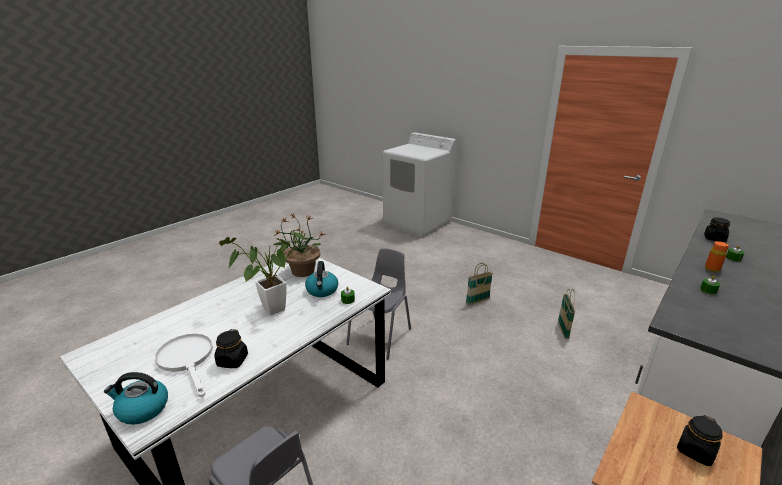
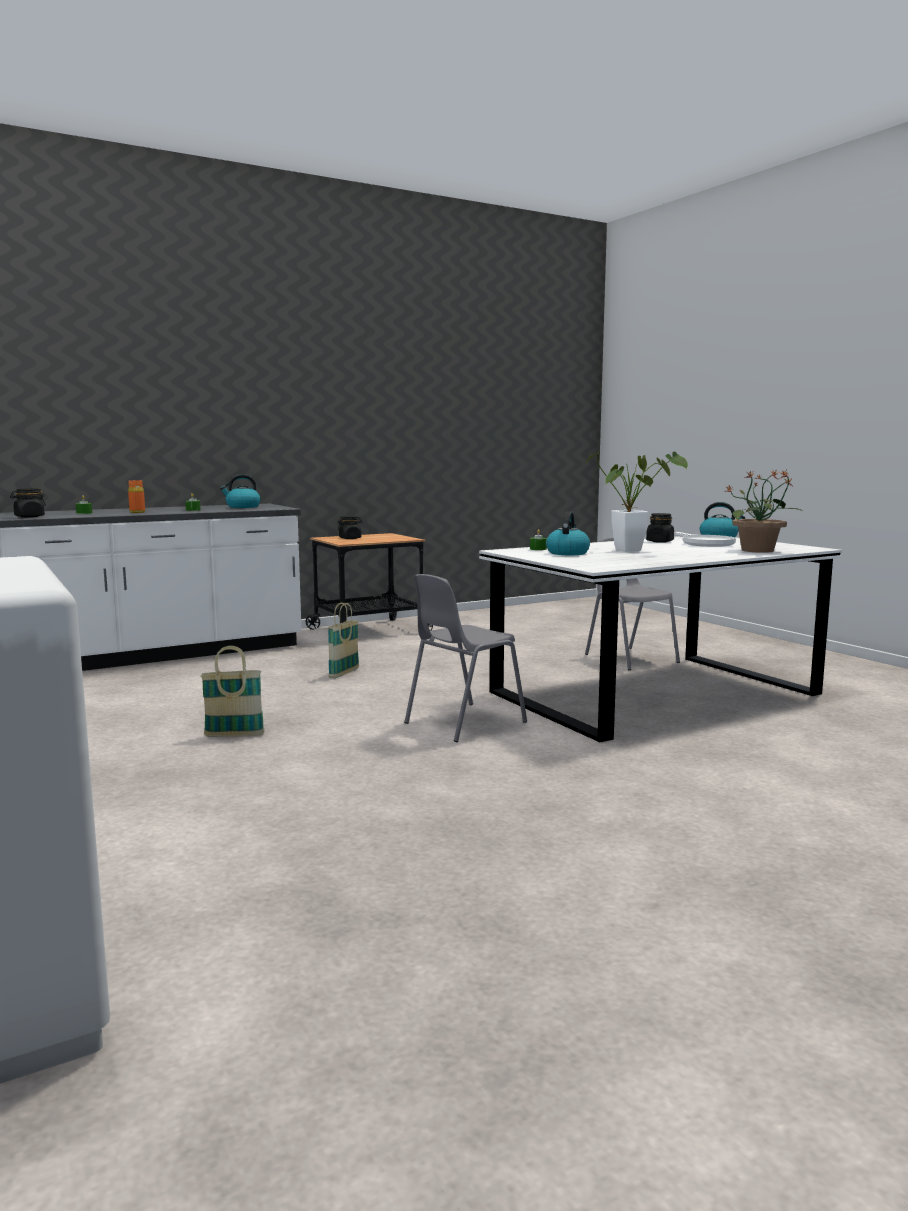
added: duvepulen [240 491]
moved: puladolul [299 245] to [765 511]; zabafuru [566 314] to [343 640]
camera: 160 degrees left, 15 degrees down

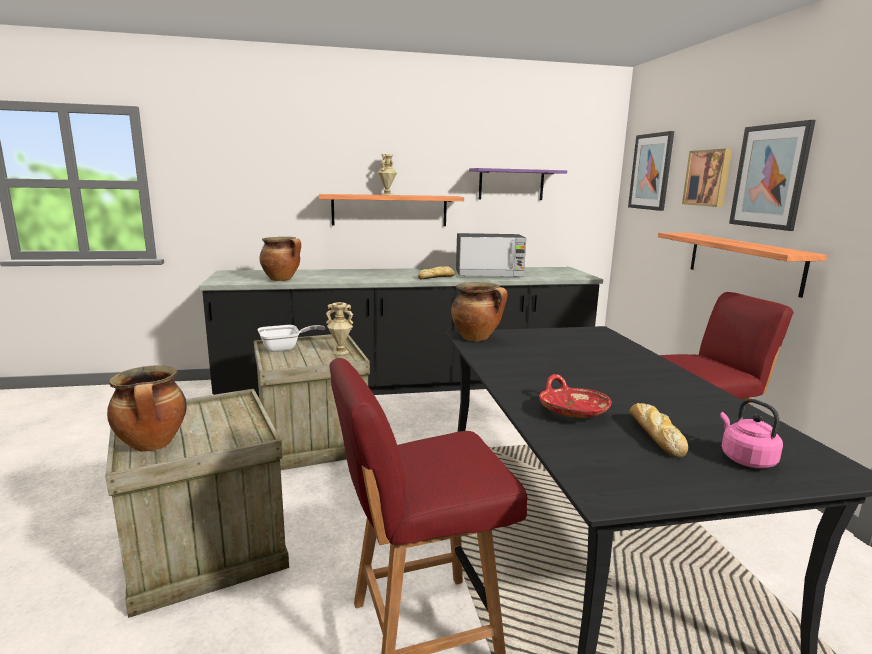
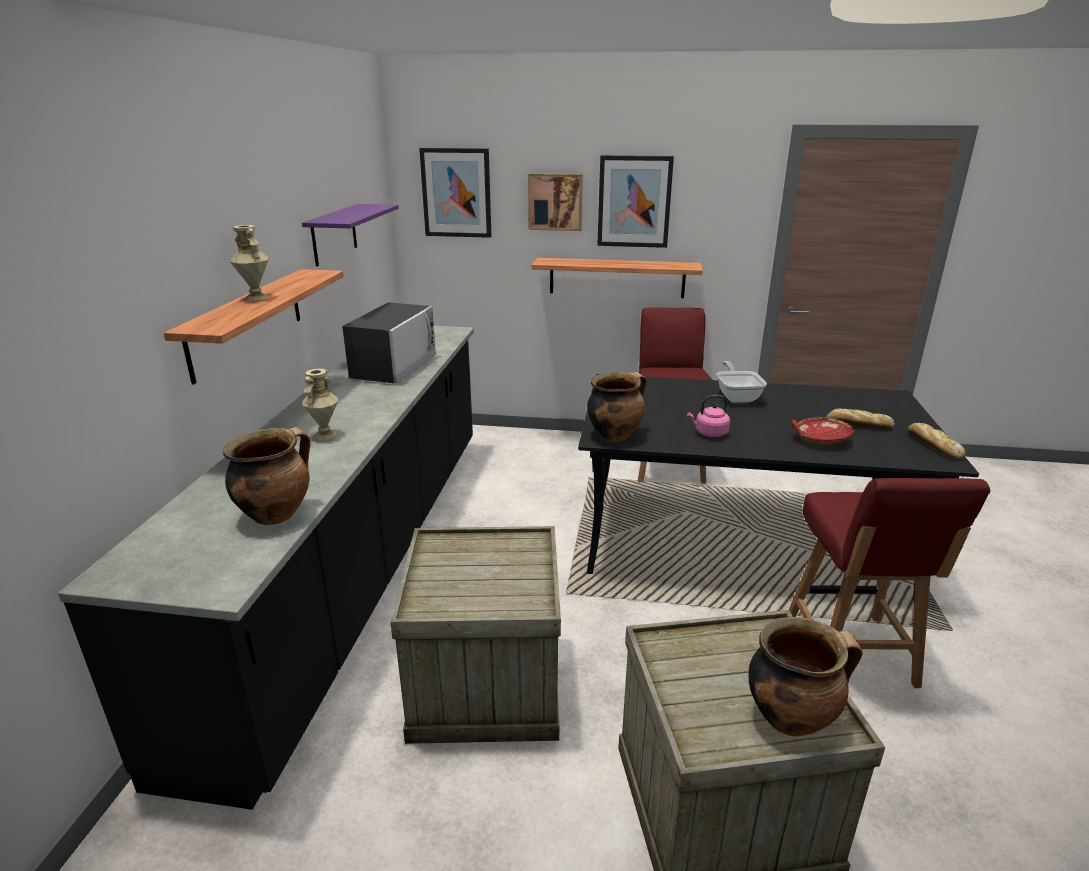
moved: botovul [436 272] to [936 441]; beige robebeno [339 328] to [320 404]; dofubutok [291 338] to [741 382]; pink duvepulen [751 433] to [708 416]
camera: 70 degrees left, 10 degrees up

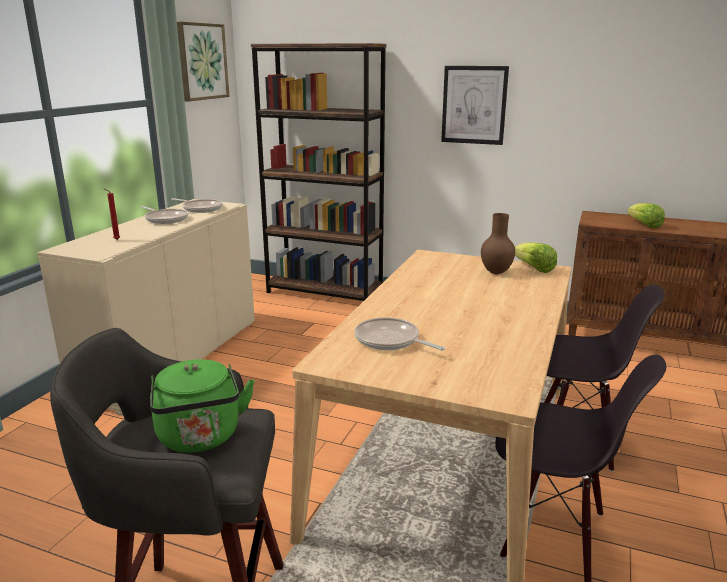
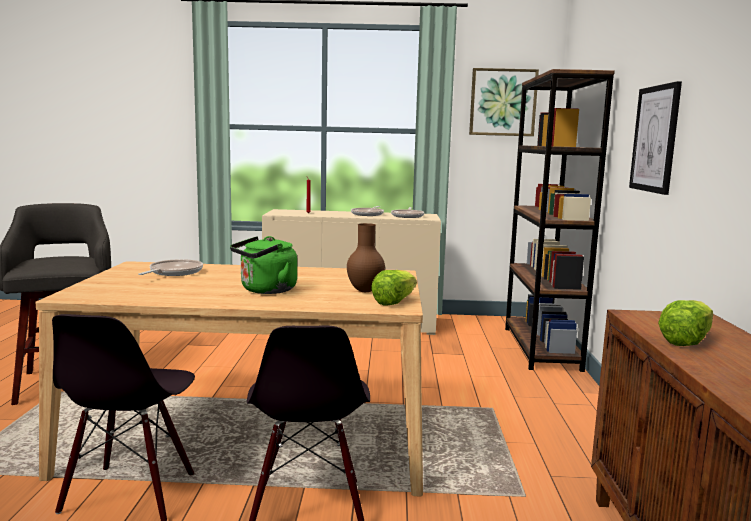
moved: green duvepulen [202 406] to [263 265]
camera: 70 degrees right, 10 degrees down

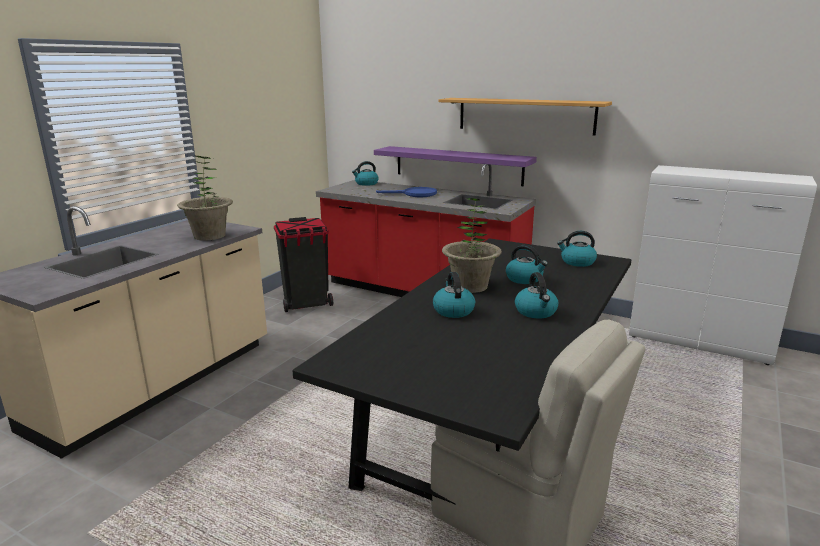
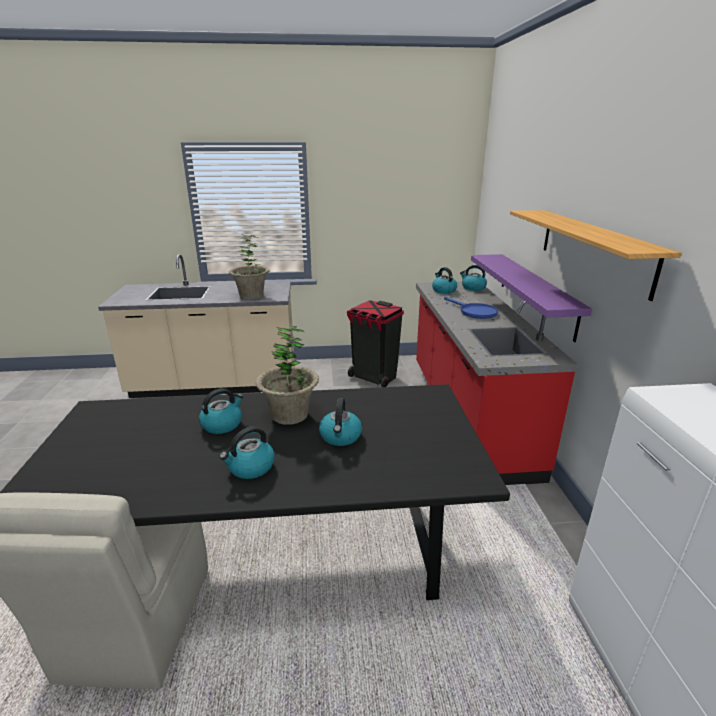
moved: duvepulen [577 249] to [444 280]
camera: 55 degrees right, 5 degrees up

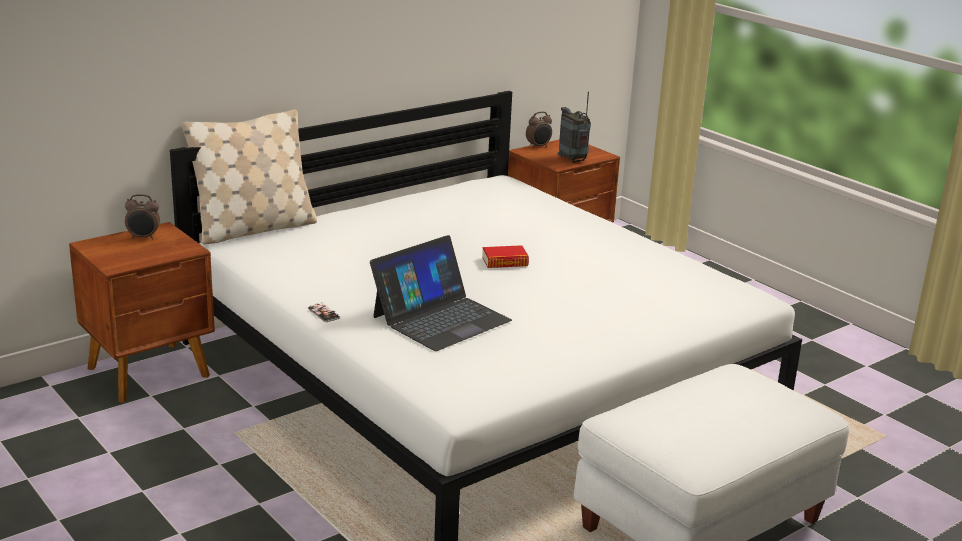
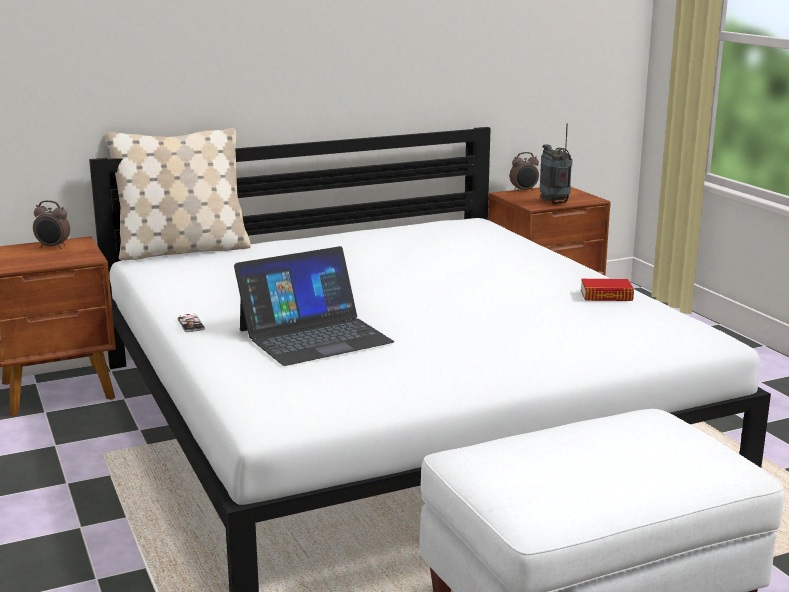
moved: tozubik [505 256] to [607 290]
camera: 15 degrees right, 5 degrees down

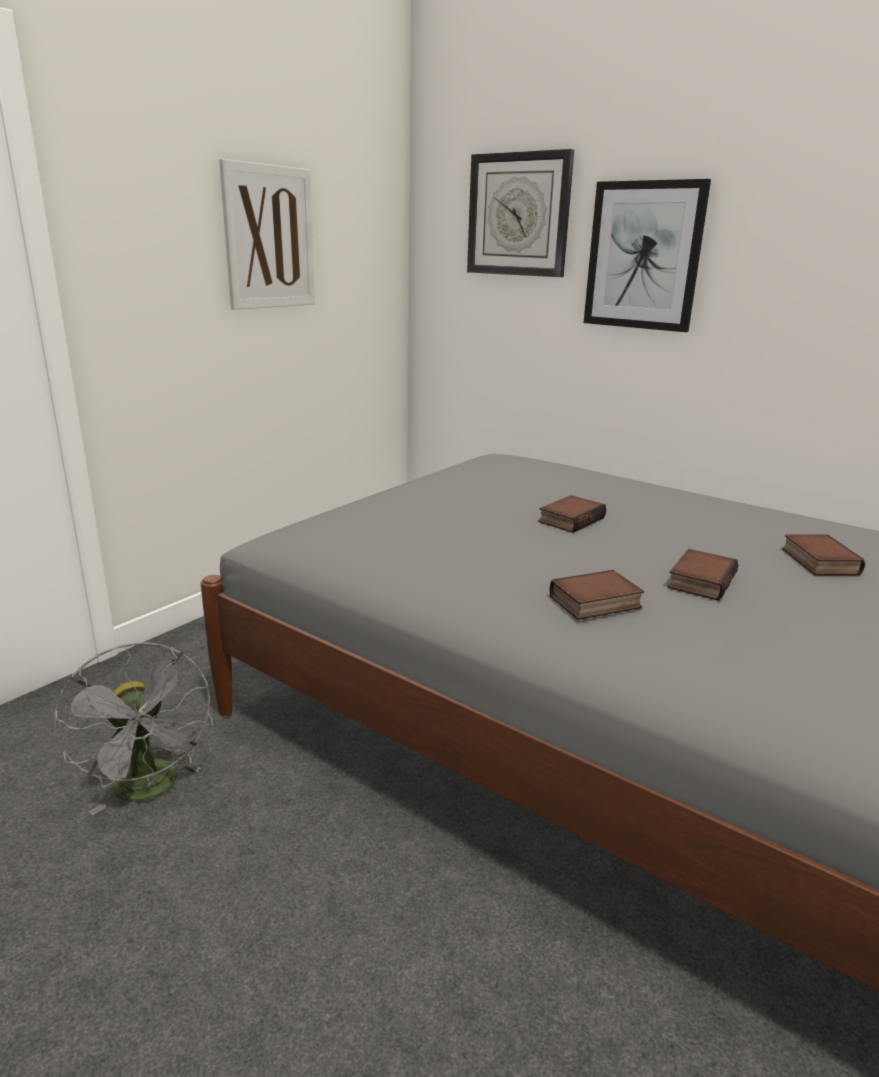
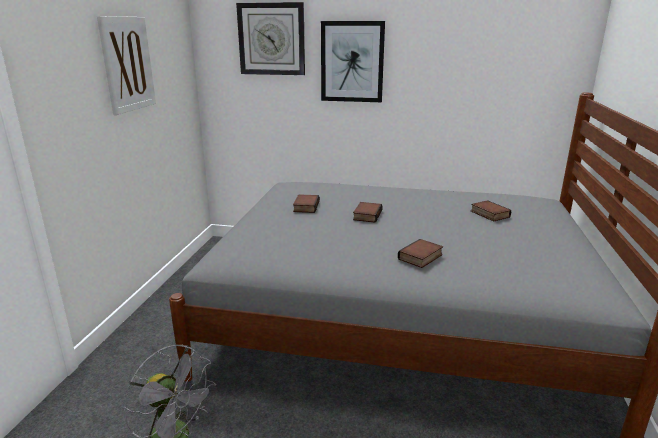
moved: tozubik [702 575] to [306 203]
camera: 25 degrees left, 0 degrees up

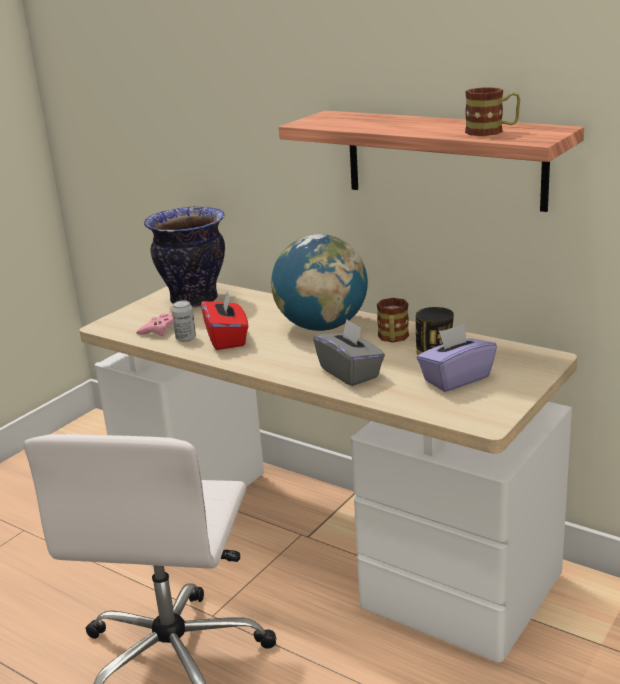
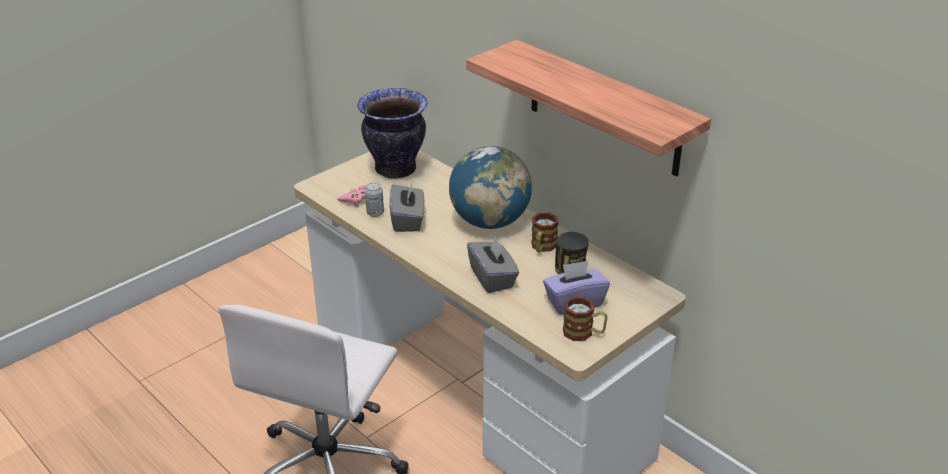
moved: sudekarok [492 111] to [585 319]
recoloured: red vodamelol [225 320] to grey vodamelol [407 208]
camera: 10 degrees right, 10 degrees up

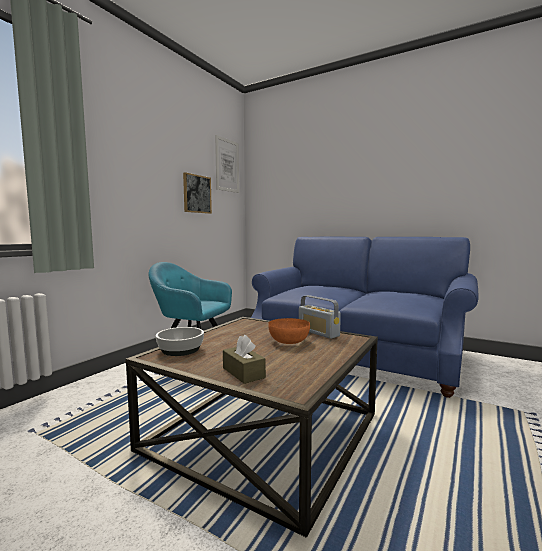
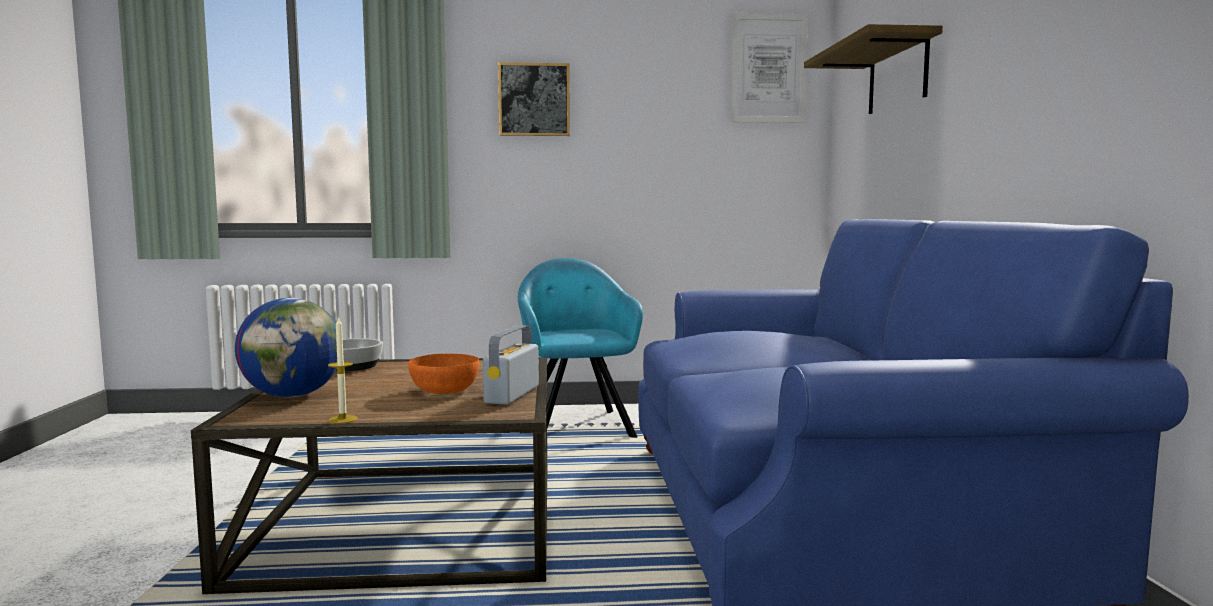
added: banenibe [873 69]; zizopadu [343 370]
moved: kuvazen [197 193] to [534 99]
replaced: brown vodamelol [244 359] to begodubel [286 348]
camera: 55 degrees right, 0 degrees up

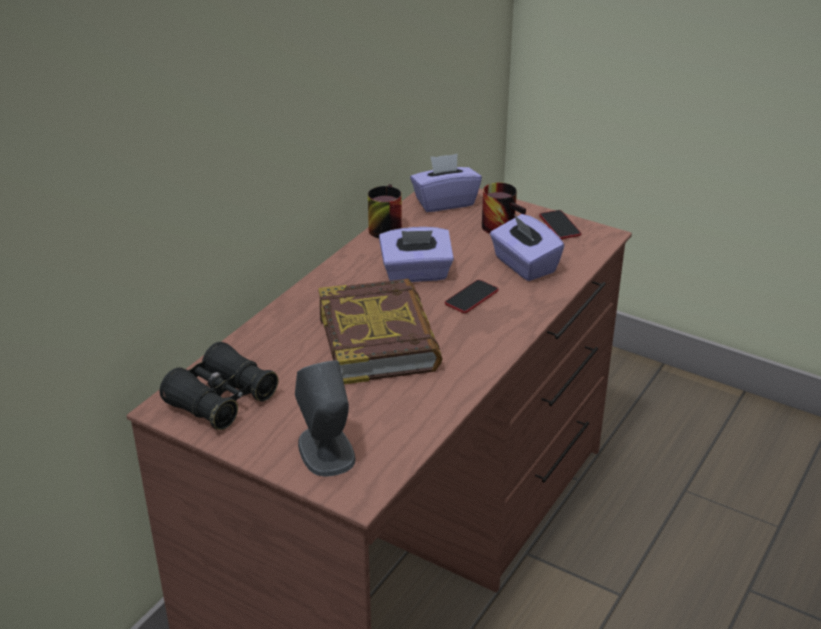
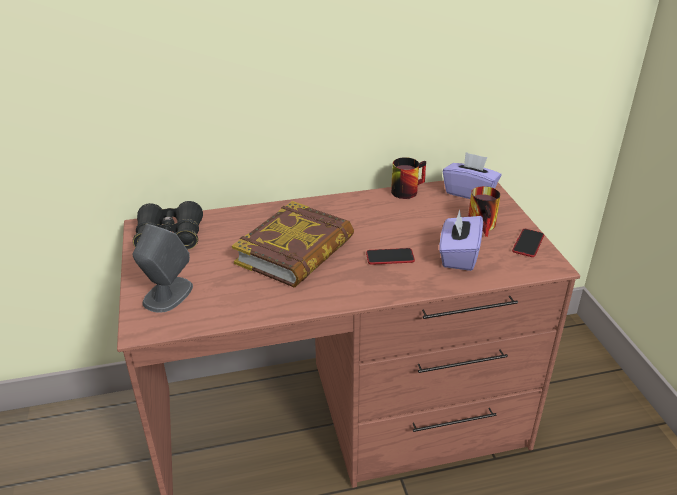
removed: purple vodamelol [416 254]
camera: 45 degrees right, 0 degrees up

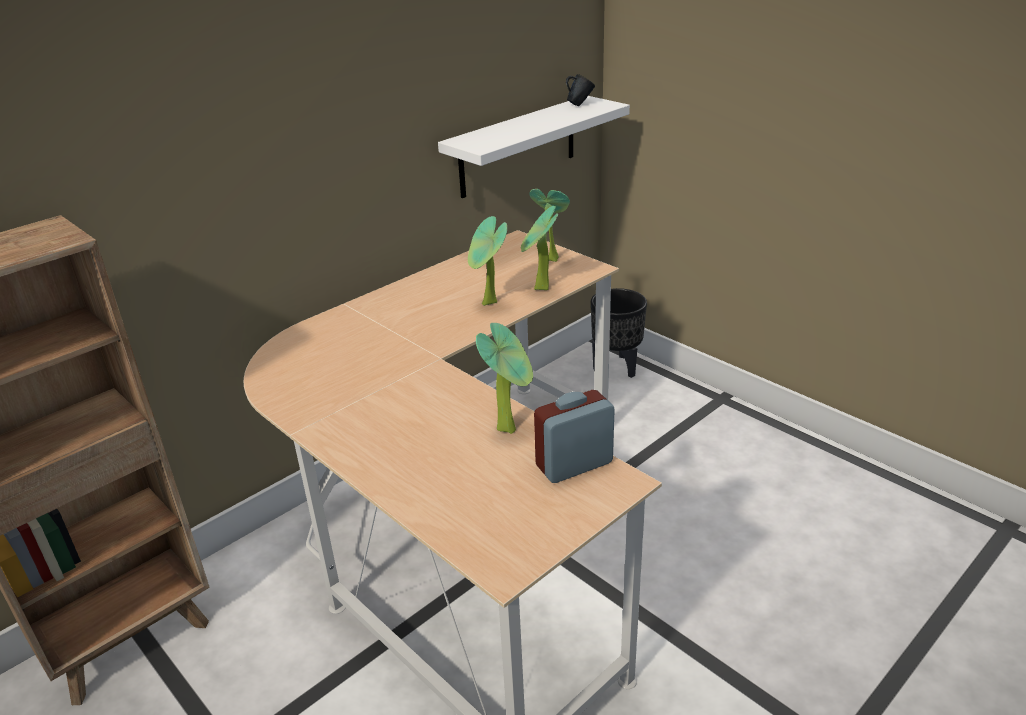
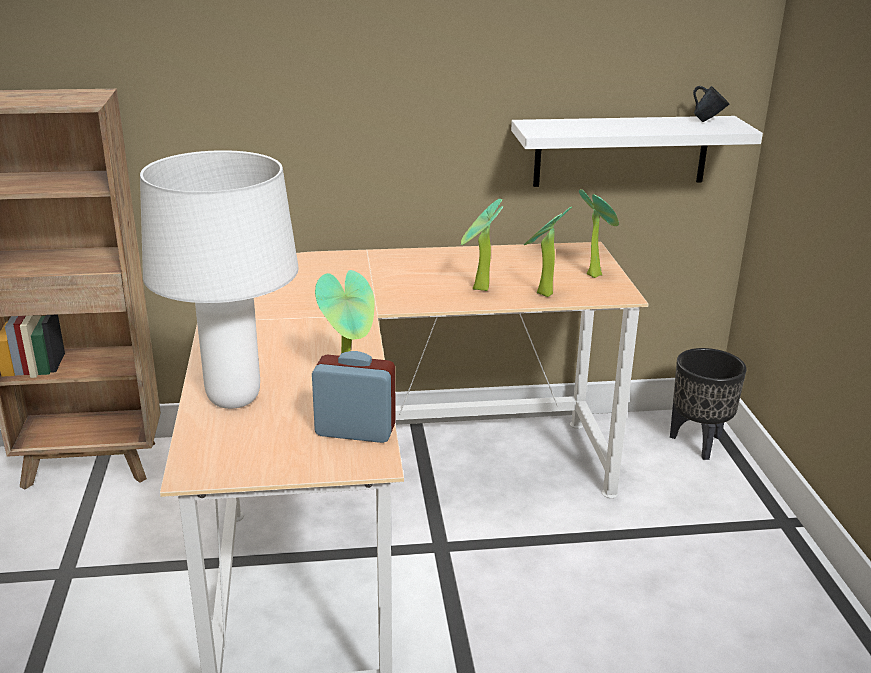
added: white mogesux [219 279]
camera: 35 degrees right, 5 degrees down

